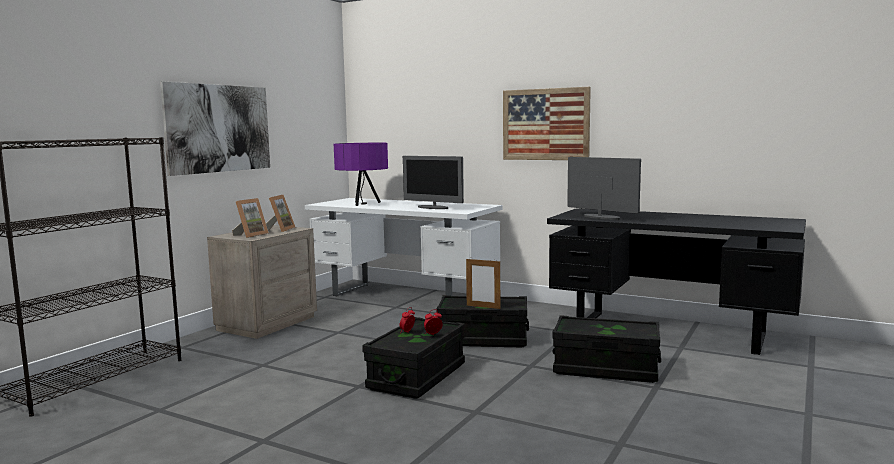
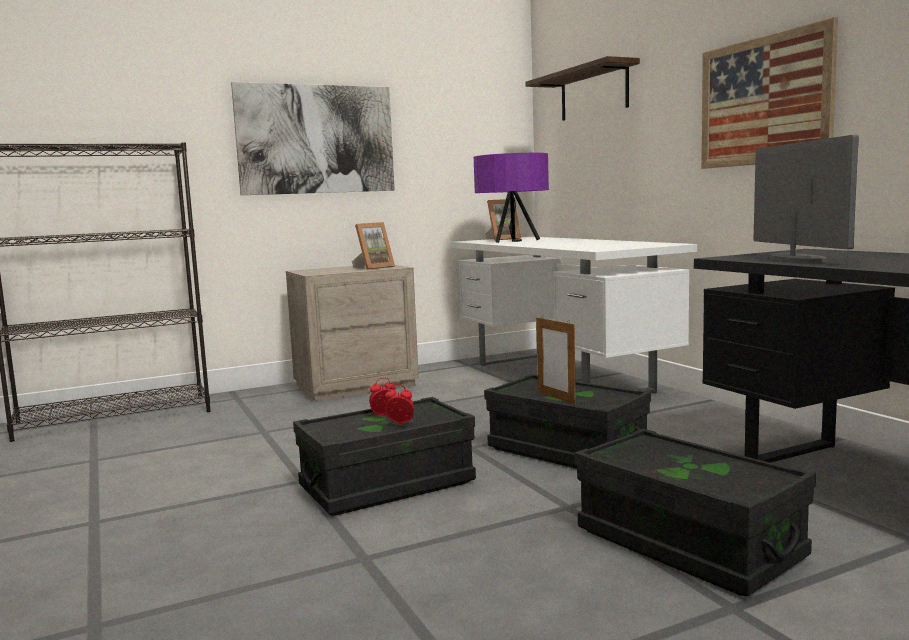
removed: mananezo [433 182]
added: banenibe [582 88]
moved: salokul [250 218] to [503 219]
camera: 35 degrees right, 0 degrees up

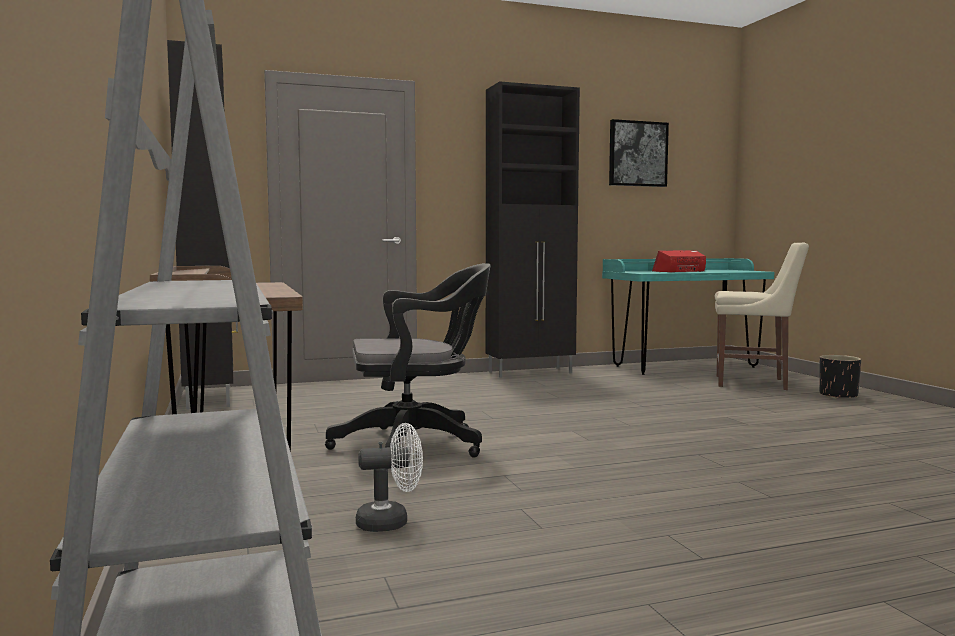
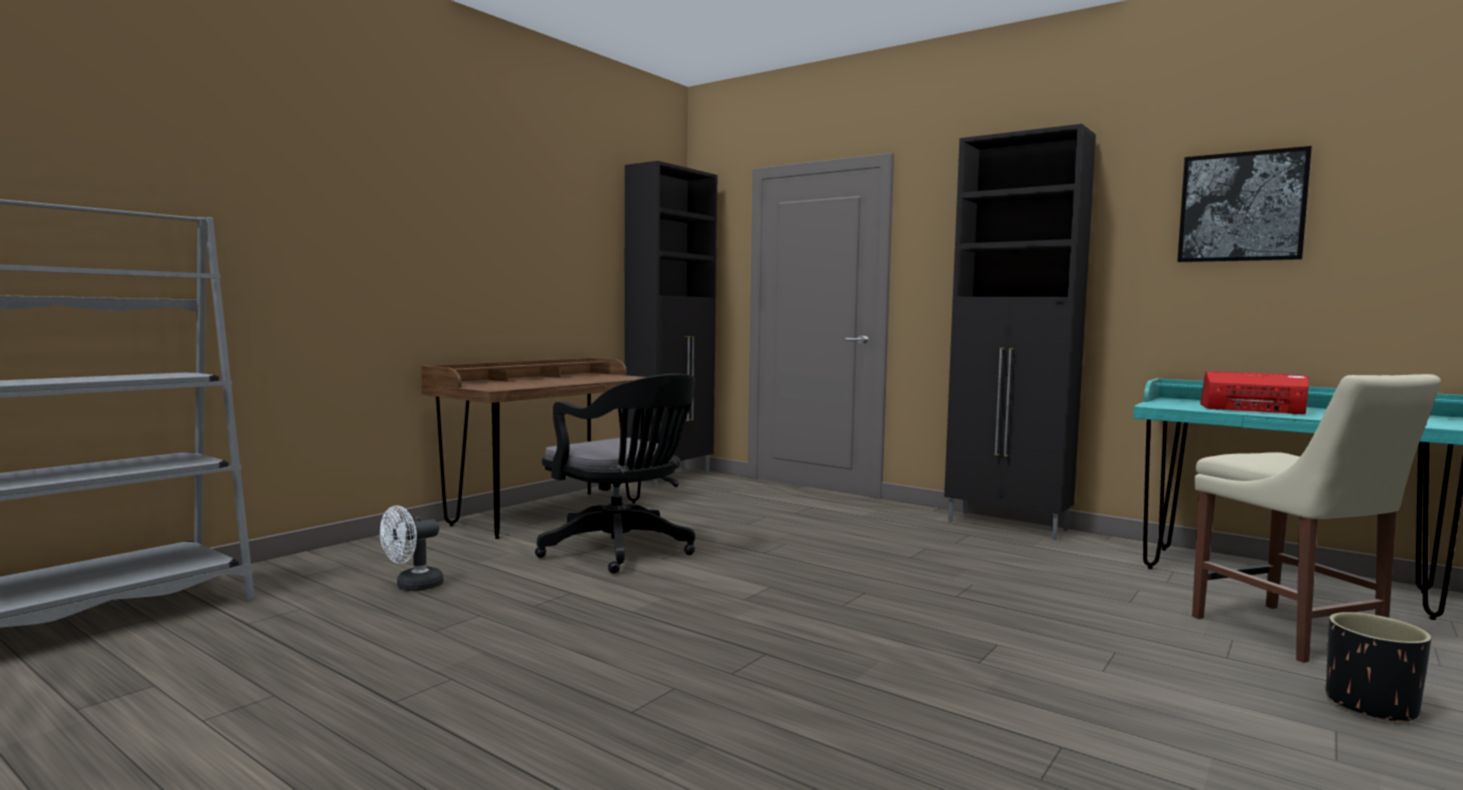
turned: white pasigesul [389 477] = [411 548] 90 degrees clockwise
camera: 55 degrees right, 0 degrees up

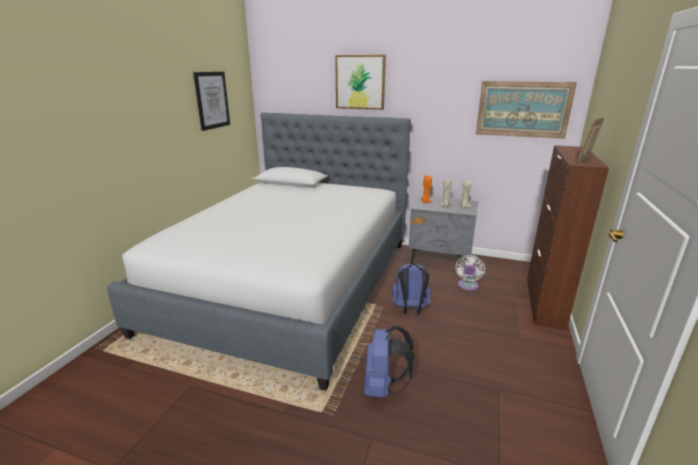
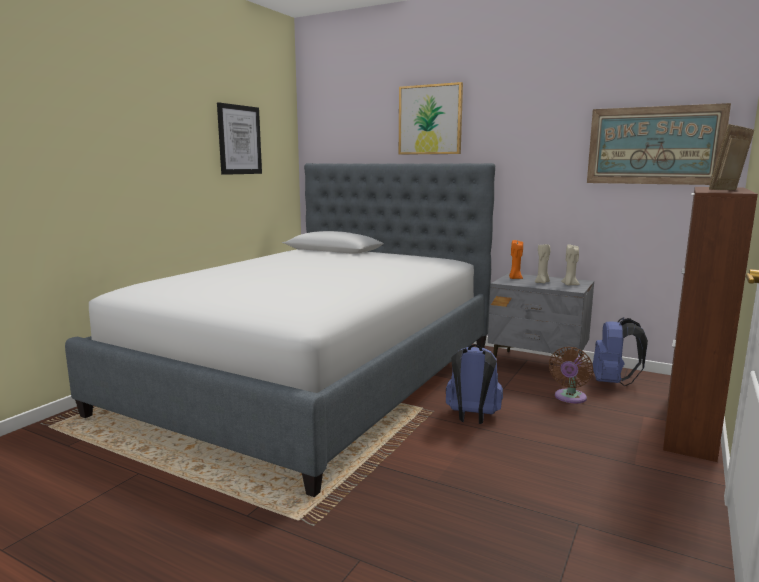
moved: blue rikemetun [389 361] to [620 351]
recoloured: white pasigesul [470 273] to brown pasigesul [571 375]
camera: 10 degrees right, 10 degrees down

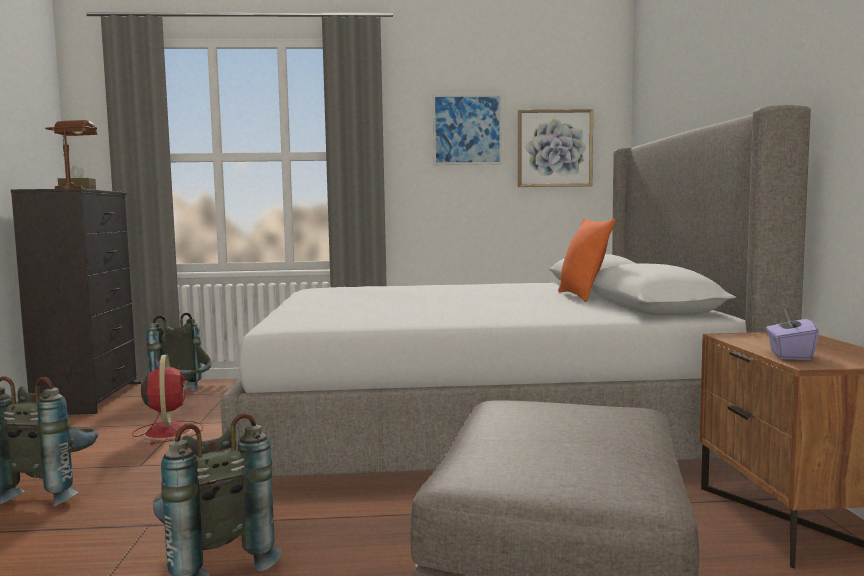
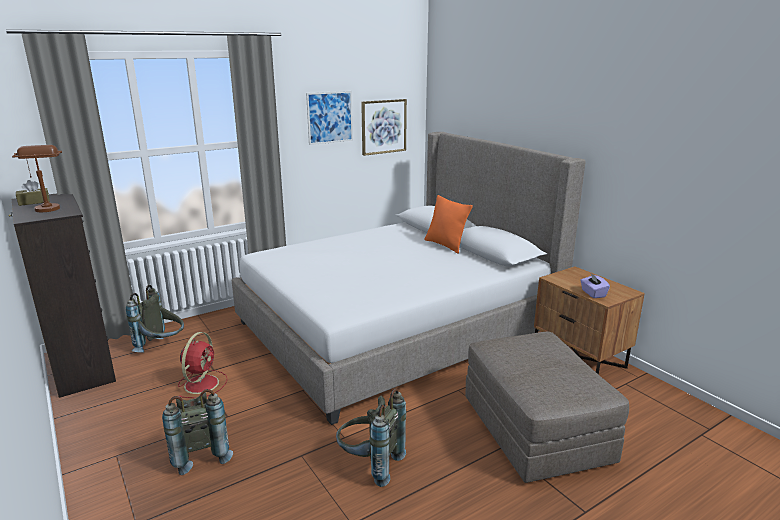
turned: red pasigesul [167 400] = [202 365] 60 degrees clockwise
camera: 30 degrees left, 15 degrees up

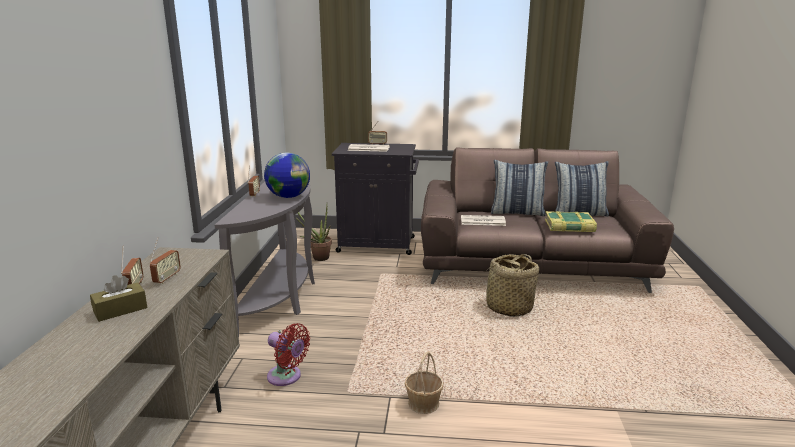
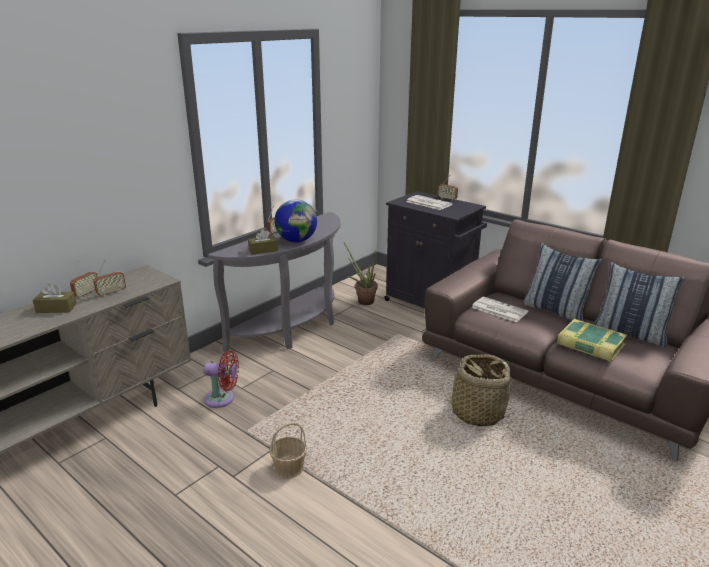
added: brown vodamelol [263 242]
turned: red pasigesul [288 354] = [221 379] 60 degrees counterclockwise
camera: 35 degrees right, 5 degrees up

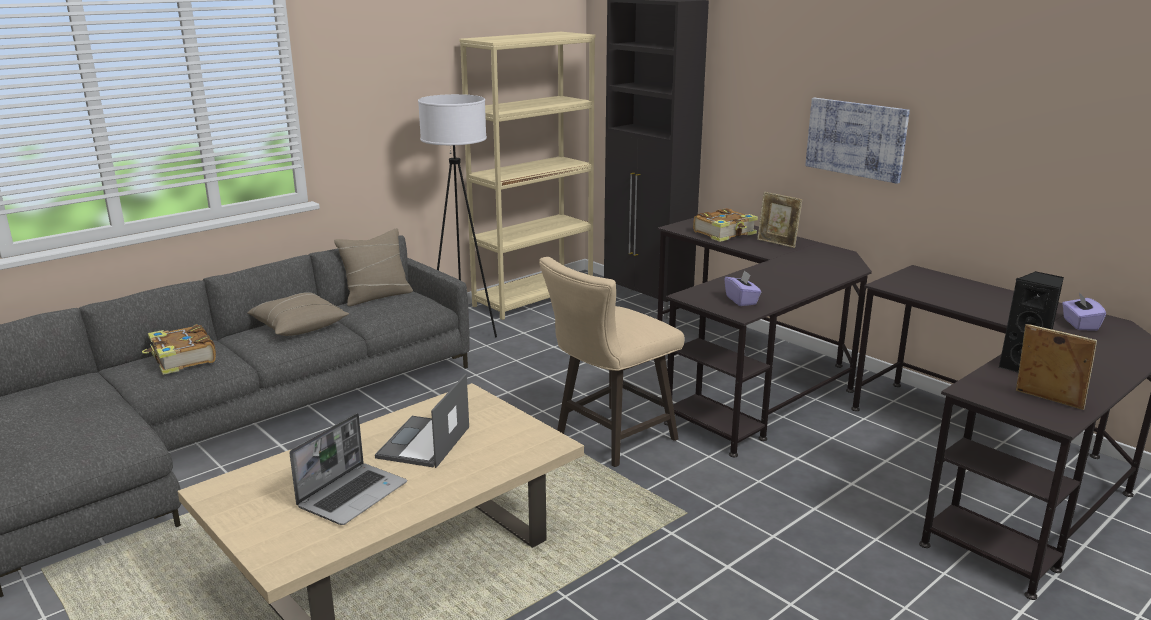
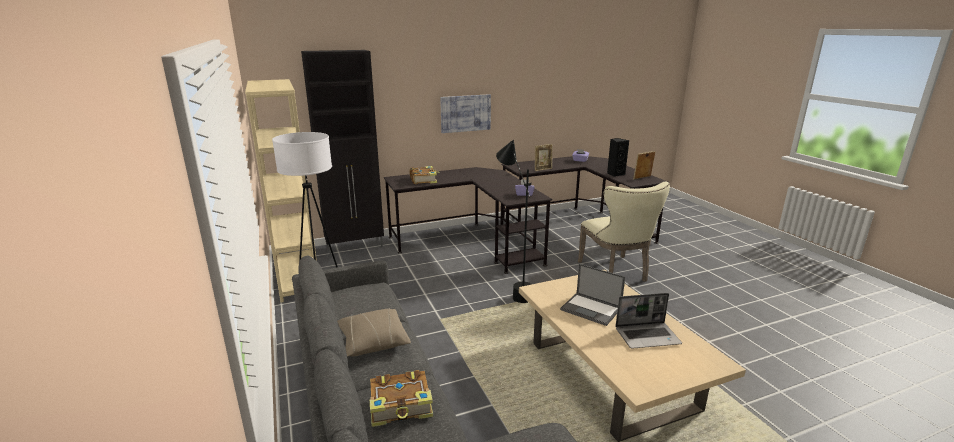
removed: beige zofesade [373 267]
added: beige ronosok [624 232]
moved: salokul [779 220] to [544 157]
replaced: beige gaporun [612 362] to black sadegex [514 221]
turned: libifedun [348 469] = [648 321] 120 degrees clockwise
camera: 70 degrees left, 0 degrees up

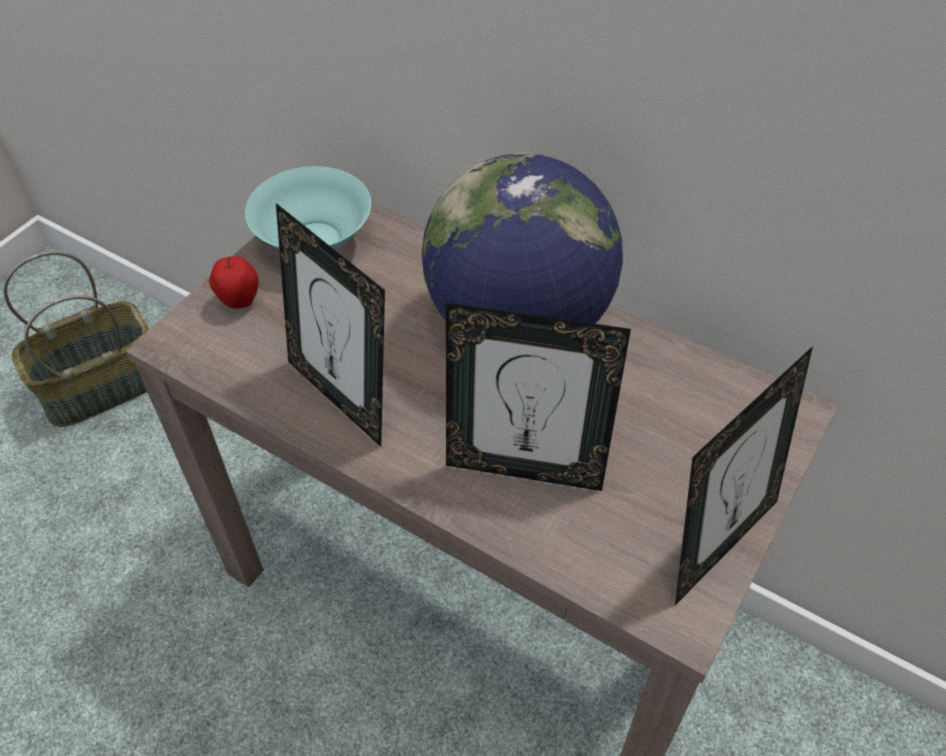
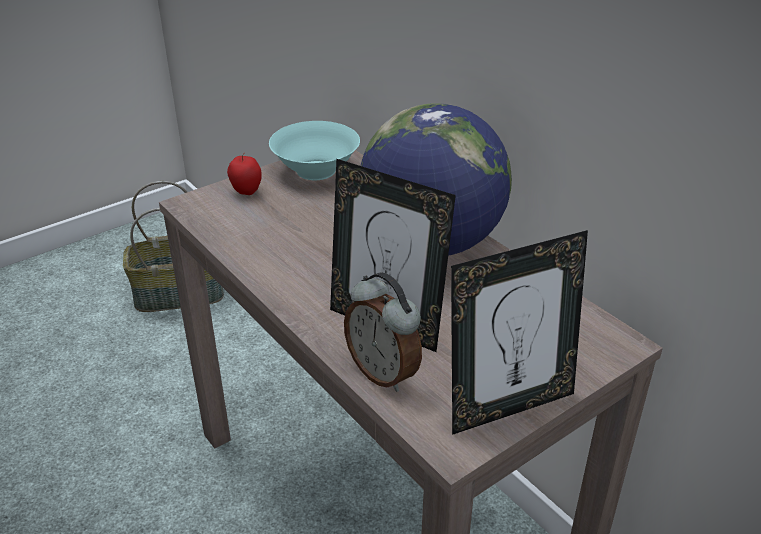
removed: salokul [330 325]
added: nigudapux [383 332]
camera: 20 degrees right, 15 degrees down

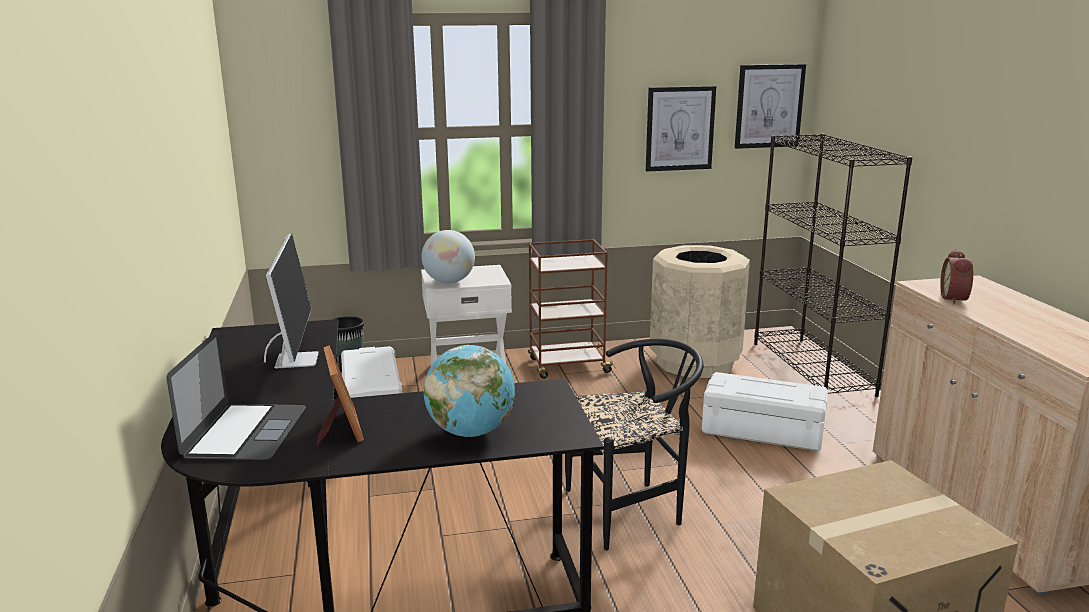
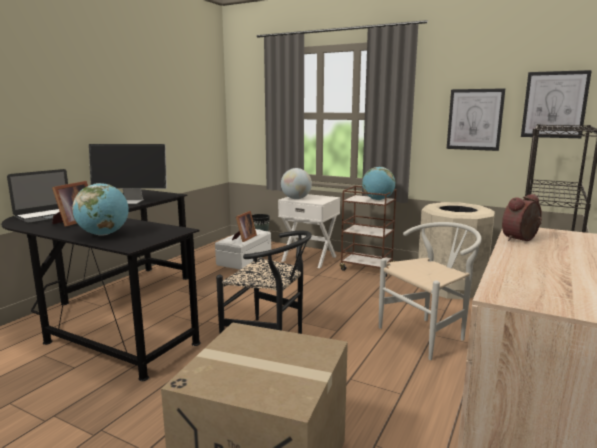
added: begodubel [379 183]; salokul [244 226]
replaced: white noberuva [765 411] to white ronosok [430 291]
turned: mananezo [291 300] = [128 174] 60 degrees clockwise
camera: 40 degrees right, 5 degrees down

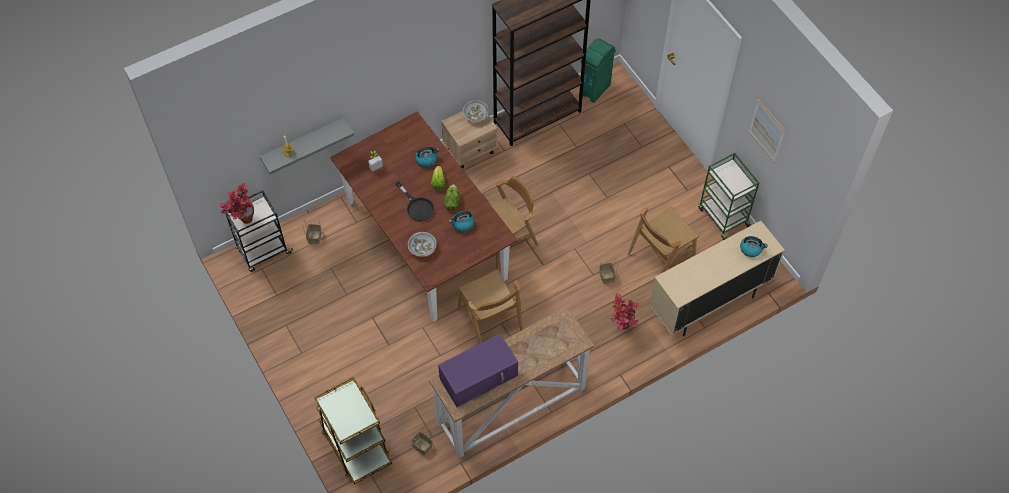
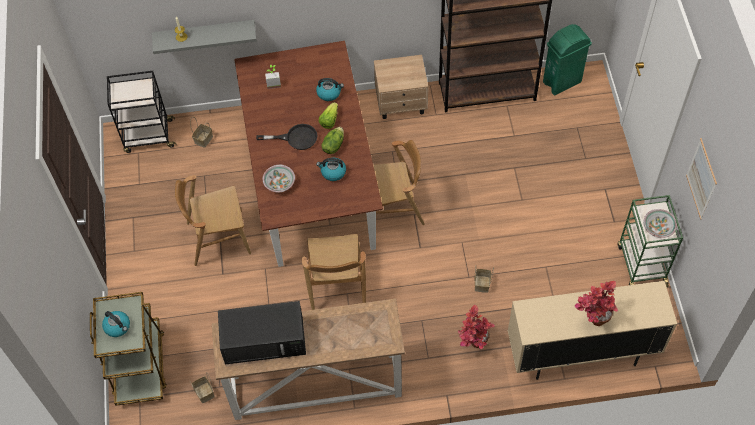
moved: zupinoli [476 111] to [660 223]; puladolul [237 203] to [596 303]; brown ronosok [663 240] to [213 220]; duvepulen [754 246] to [116 324]
recoloured: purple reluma [478 370] to black reluma [262 332]
turned: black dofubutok [414 201] = [287 137] 75 degrees counterclockwise
camera: 25 degrees right, 0 degrees up

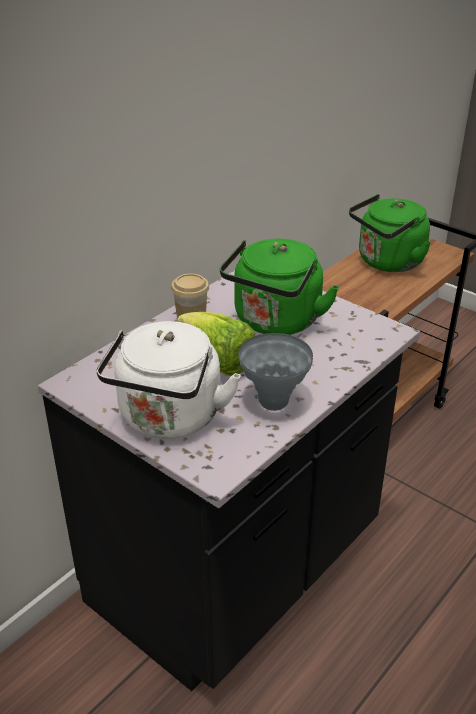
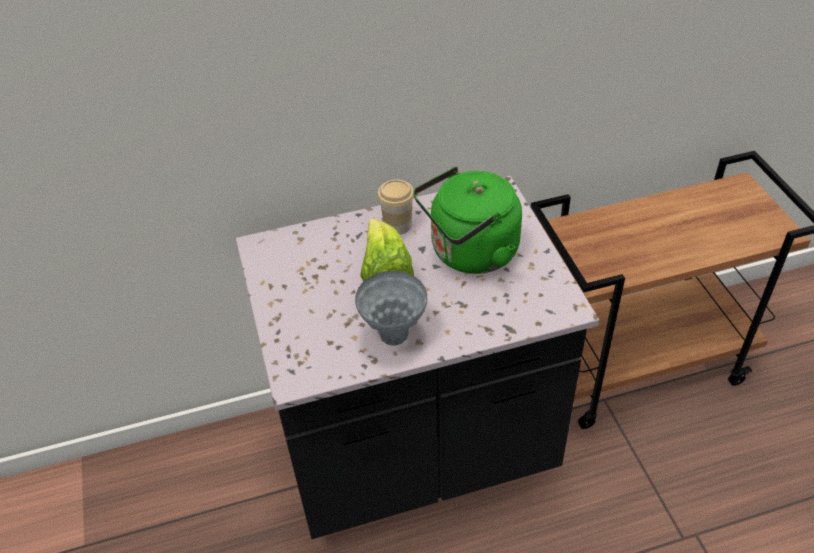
removed: green duvepulen [390 233]; white duvepulen [169 380]
camera: 35 degrees right, 10 degrees up

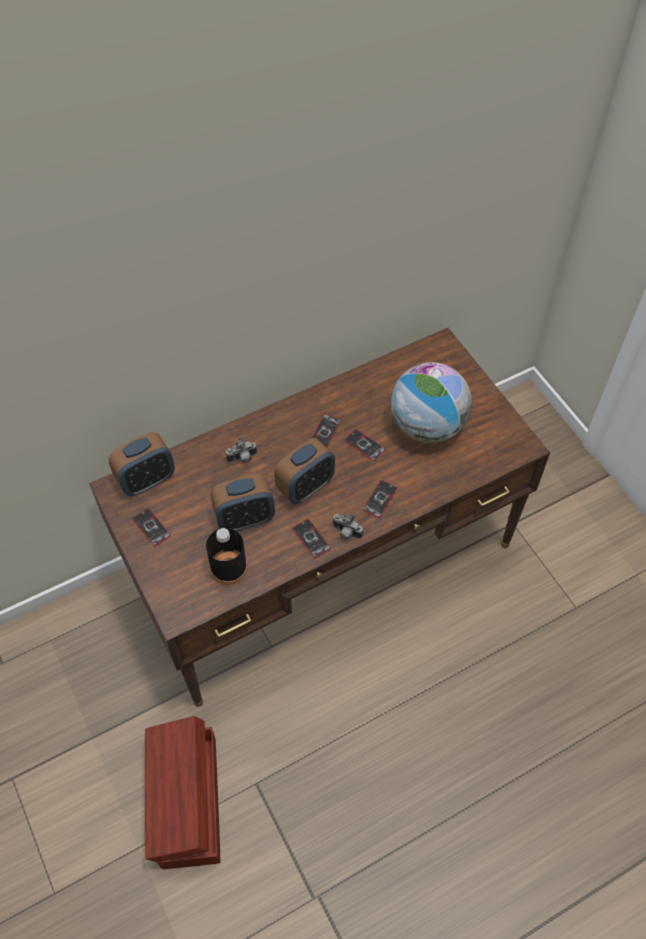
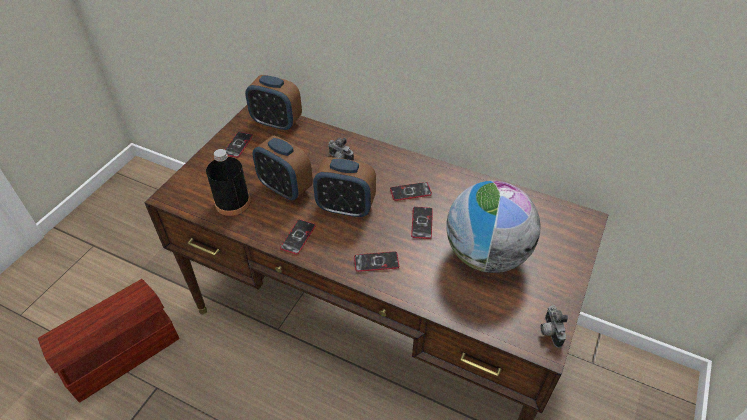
moved: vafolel [347 527] to [554 326]
camera: 55 degrees right, 10 degrees down

